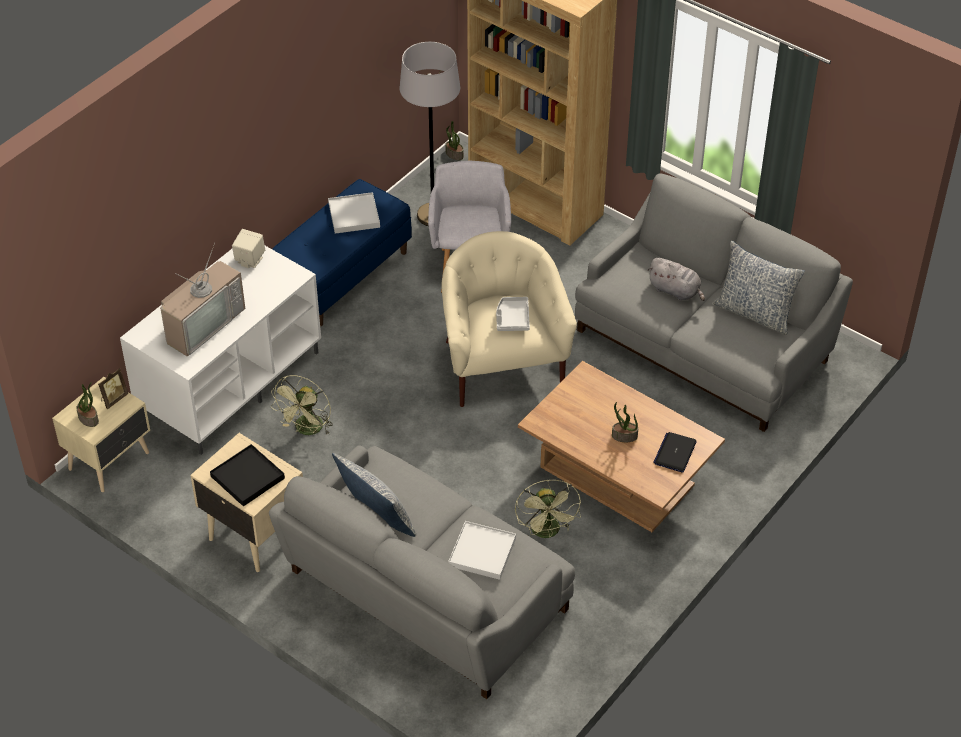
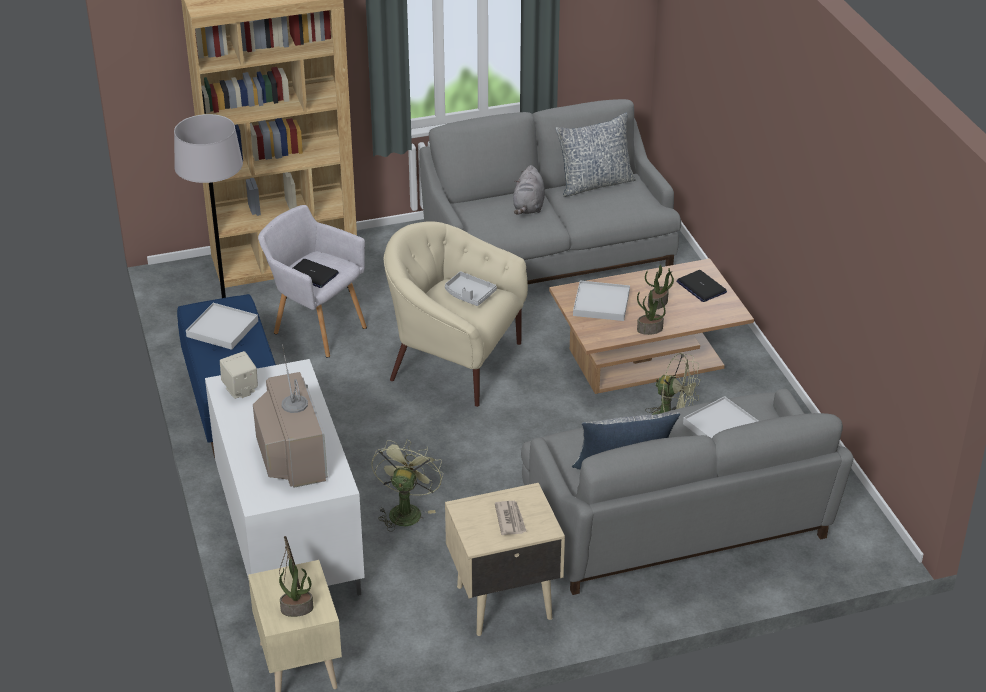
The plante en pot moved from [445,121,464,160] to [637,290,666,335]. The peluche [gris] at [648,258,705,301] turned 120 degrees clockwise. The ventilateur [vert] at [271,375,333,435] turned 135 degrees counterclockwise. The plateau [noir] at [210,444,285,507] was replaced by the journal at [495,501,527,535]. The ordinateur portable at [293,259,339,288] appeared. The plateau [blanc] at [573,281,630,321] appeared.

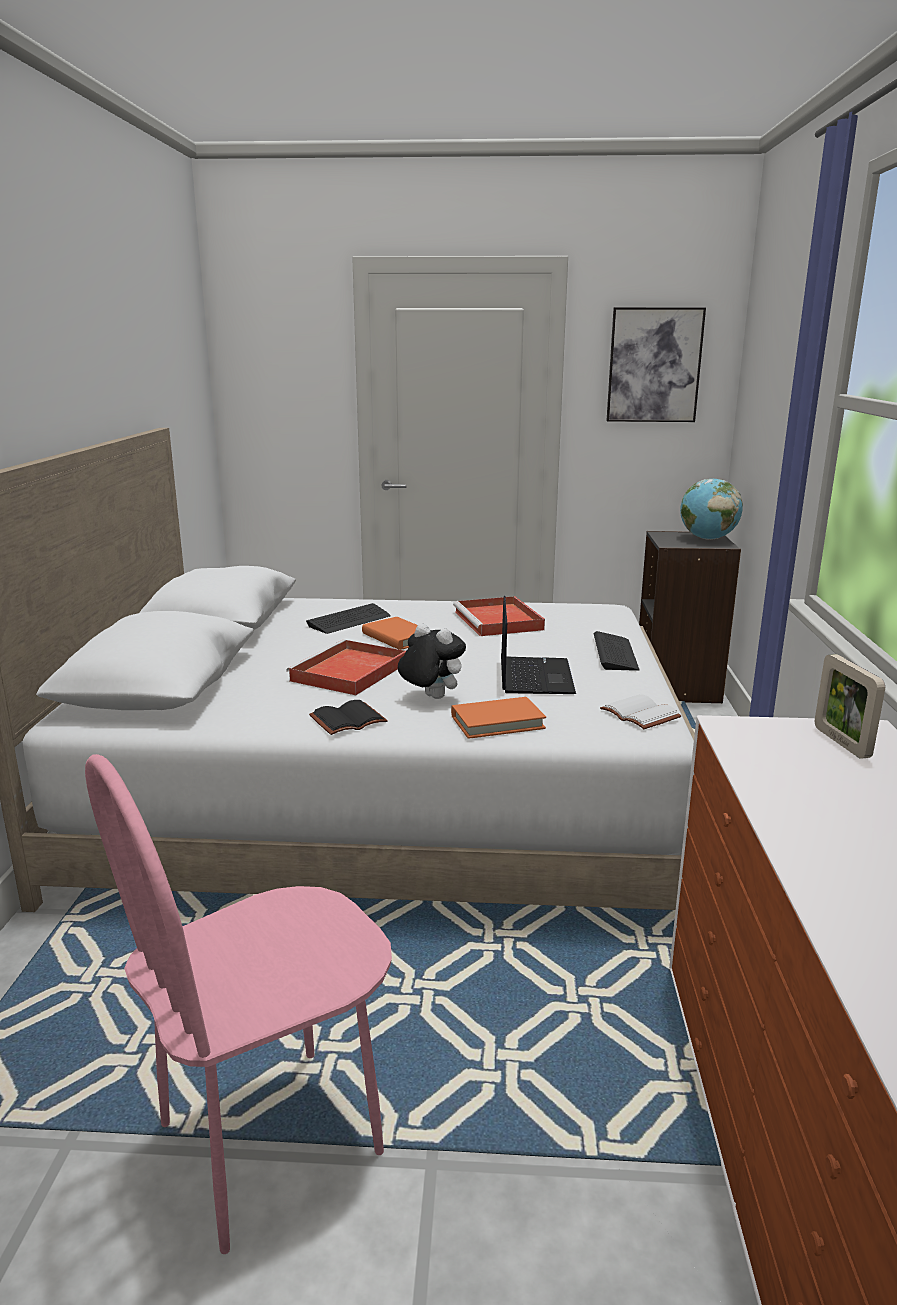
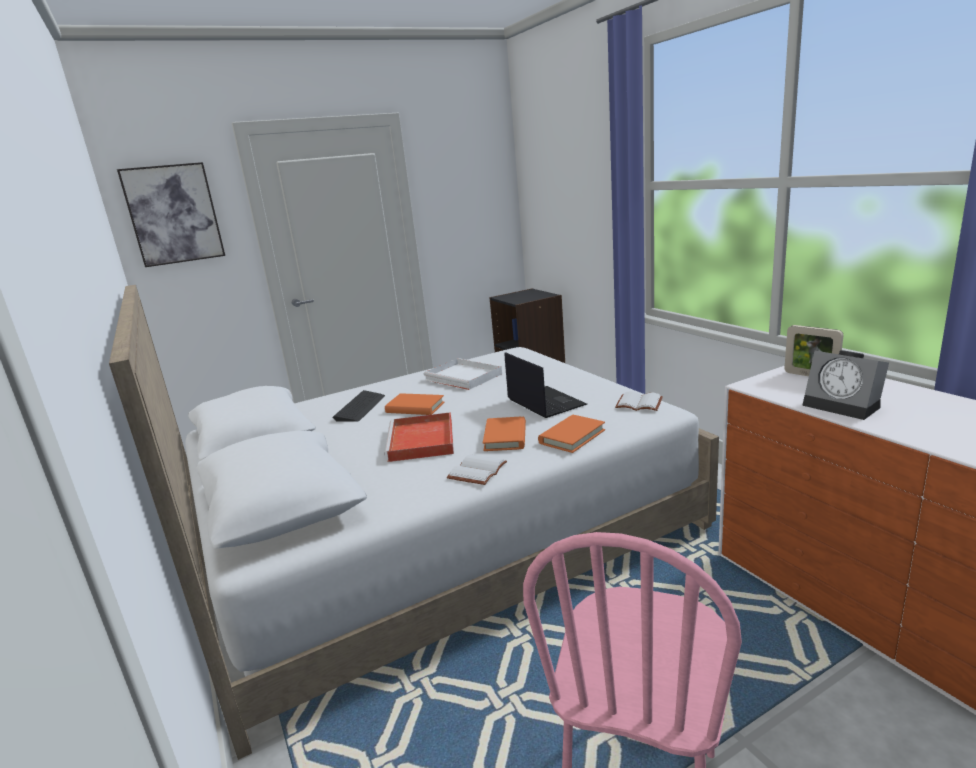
The tableau moved from [607,307,706,422] to [117,162,225,267]. The globe at [680,479,743,540] disappeared. The plateau [rouge] at [453,596,545,636] became the plateau [blanc] at [424,358,502,390]. The peluche at [398,623,466,699] was replaced by the livre [orange] at [483,417,526,451]. The clavier at [593,631,640,671] disappeared. The livre [noir] at [309,700,388,735] became the livre [blanc] at [447,454,507,485]. The réveil at [802,350,889,420] appeared.

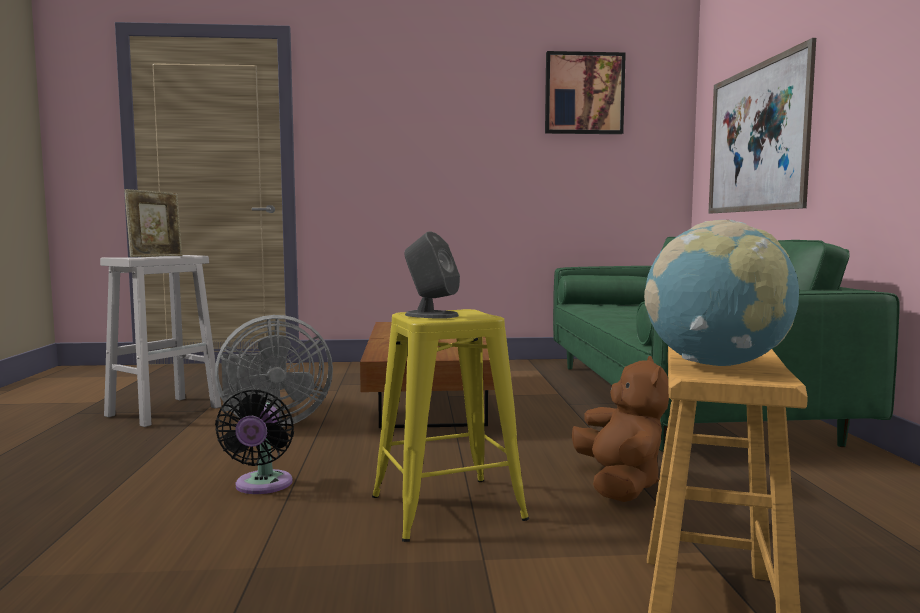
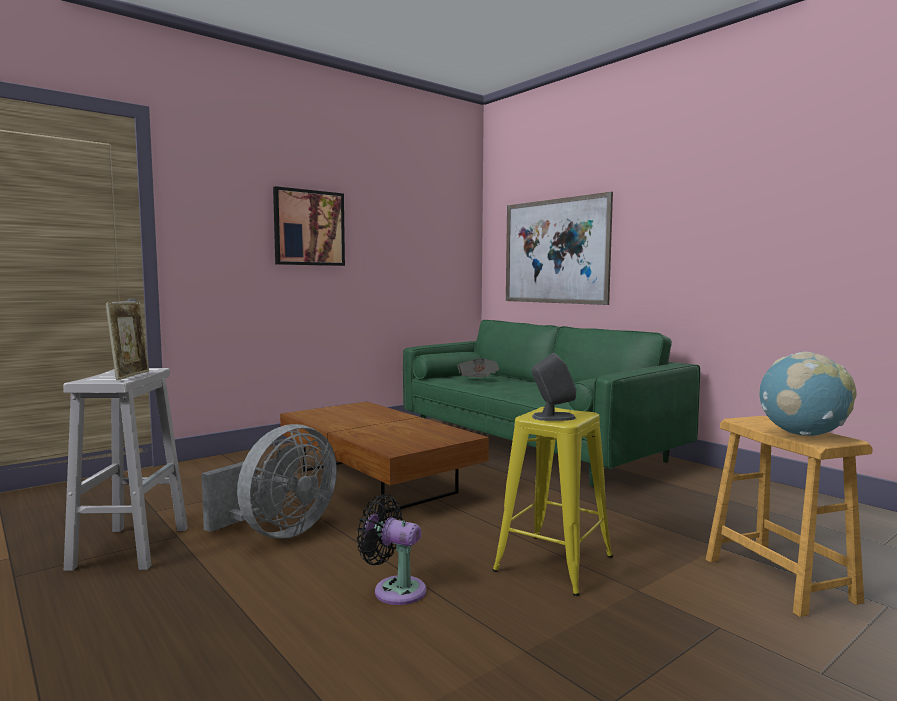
The tableau moved from [545,51,626,134] to [273,186,345,266]. The peluche [marron] at [572,356,669,502] disappeared. The ventilateur [noir] at [215,389,294,494] turned 150 degrees clockwise. The journal at [457,358,500,378] appeared.

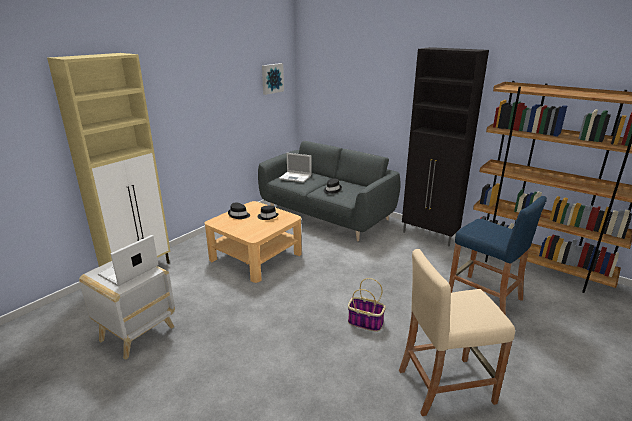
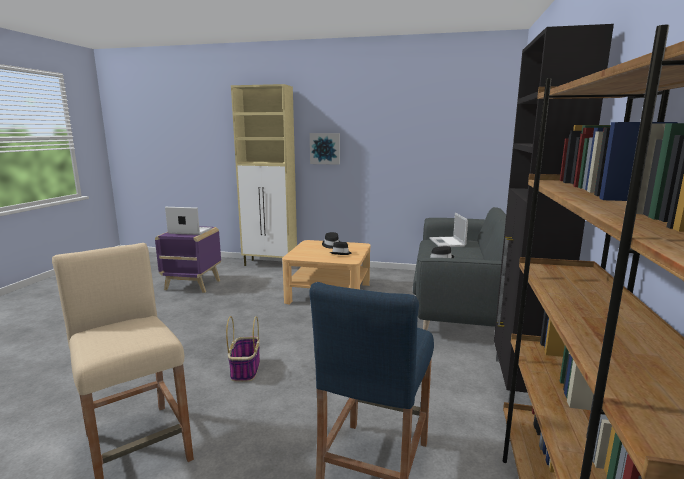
The tableau moved from [262,63,284,95] to [310,133,340,165]. The table d'appoint [blanc] at [79,261,175,360] became the table d'appoint [violet] at [155,226,221,293].

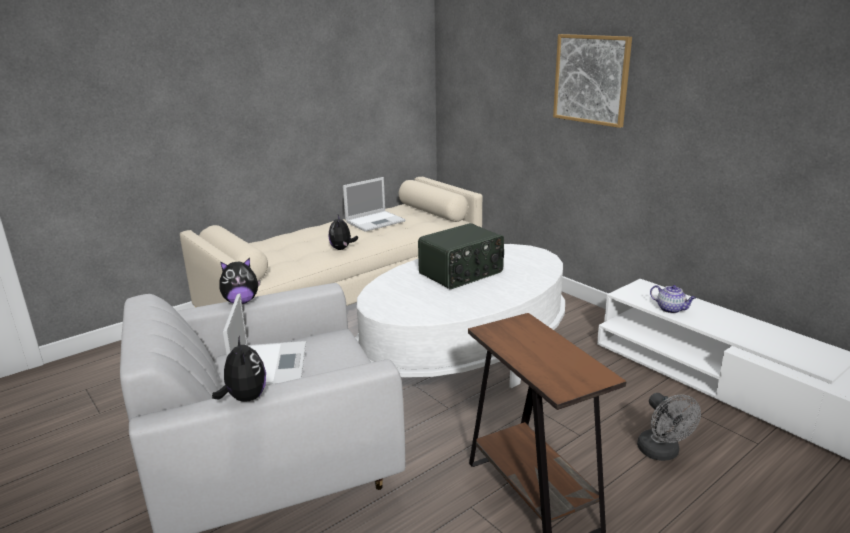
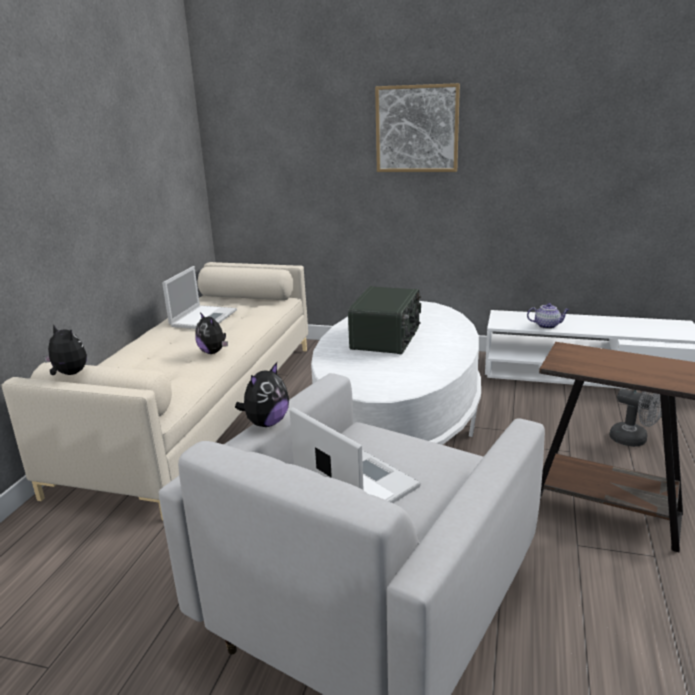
The peluche moved from [212,335,266,402] to [44,324,87,375].

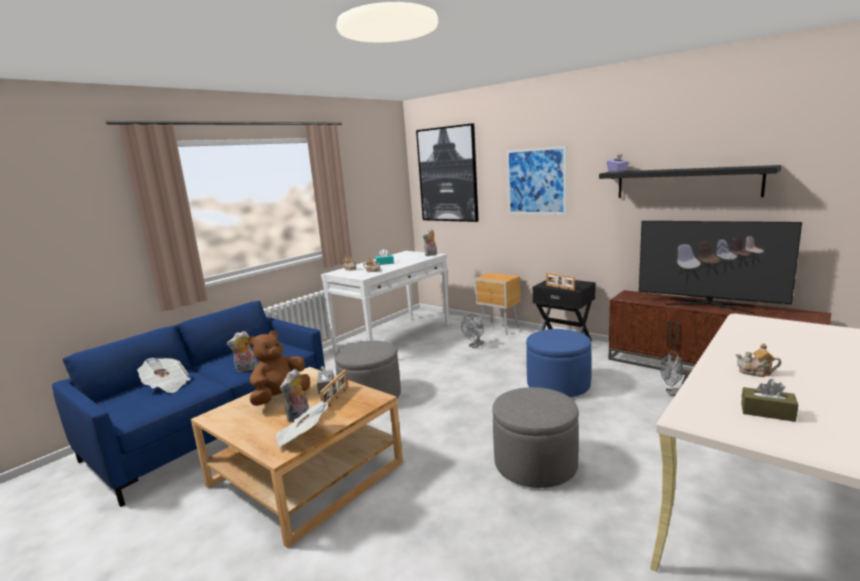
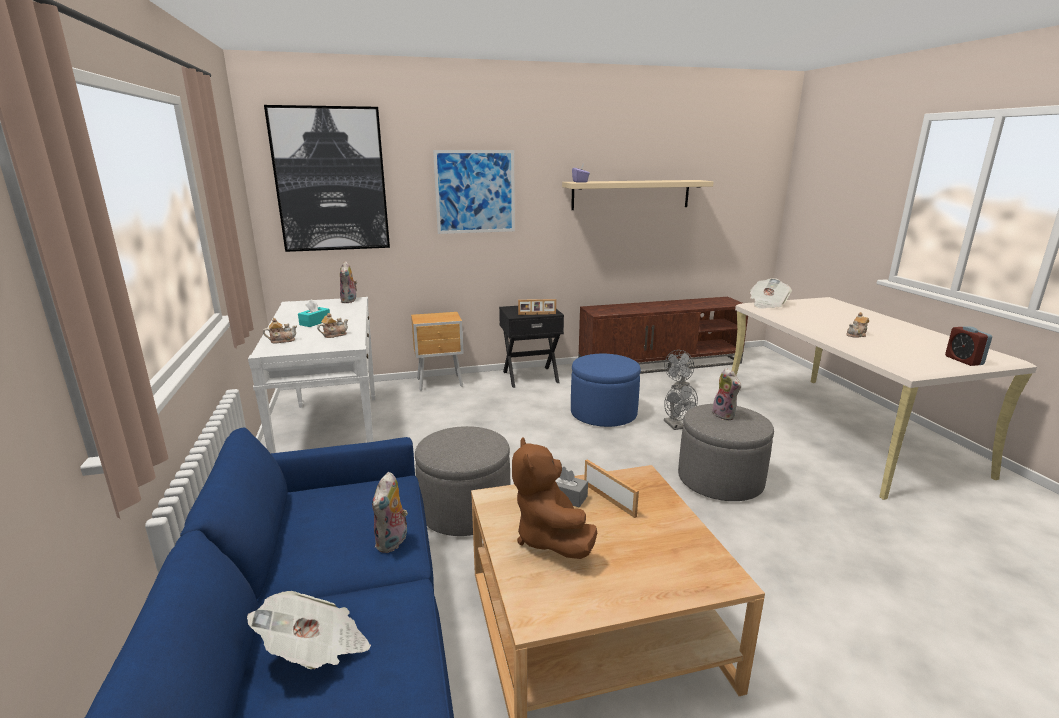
The étagère [noir] at [599,165,781,198] became the étagère [beige] at [562,180,714,210]. The téléviseur at [639,221,802,314] disappeared. The ventilateur [gris] moved from [461,314,484,348] to [664,384,698,430]. The peluche moved from [280,369,309,422] to [712,368,741,420]. The boîte à mouchoirs [marron] at [741,379,798,422] disappeared. The journal moved from [275,401,328,448] to [750,278,792,309]. The réveil at [945,326,992,366] appeared.

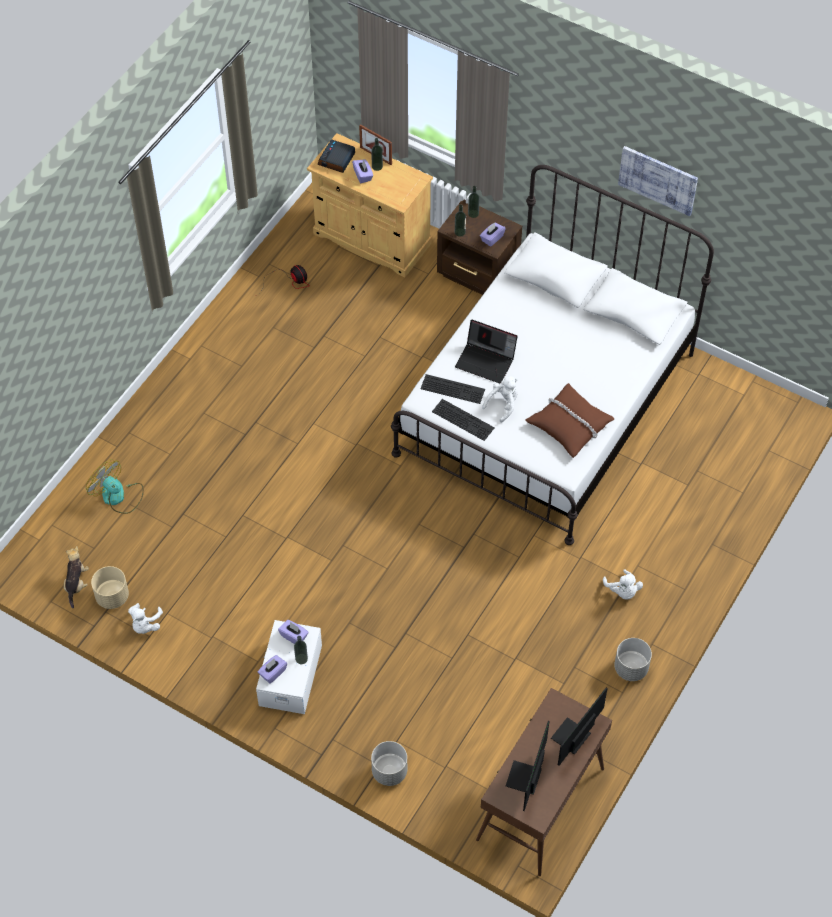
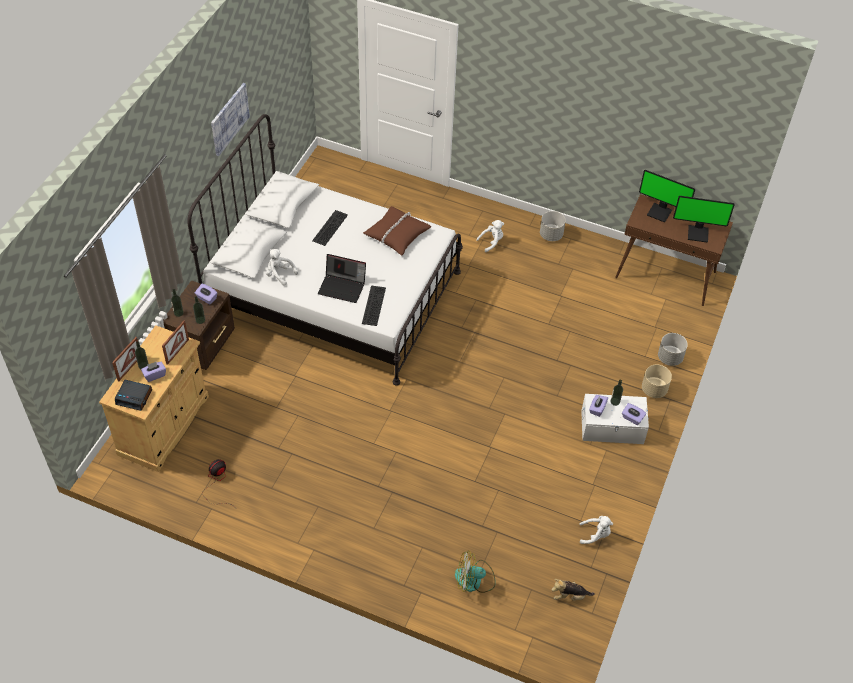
The ordinateur portable at [455,320,518,384] turned 90 degrees clockwise. The peluche [blanc] moved from [482,376,518,423] to [266,249,298,286]. The clavier moved from [432,399,495,441] to [312,210,348,246]. The ventilateur at [86,459,144,514] turned 60 degrees clockwise. The cache-pot [beige] moved from [91,566,129,609] to [642,365,672,398]. The cadre photo at [162,321,189,365] appeared.

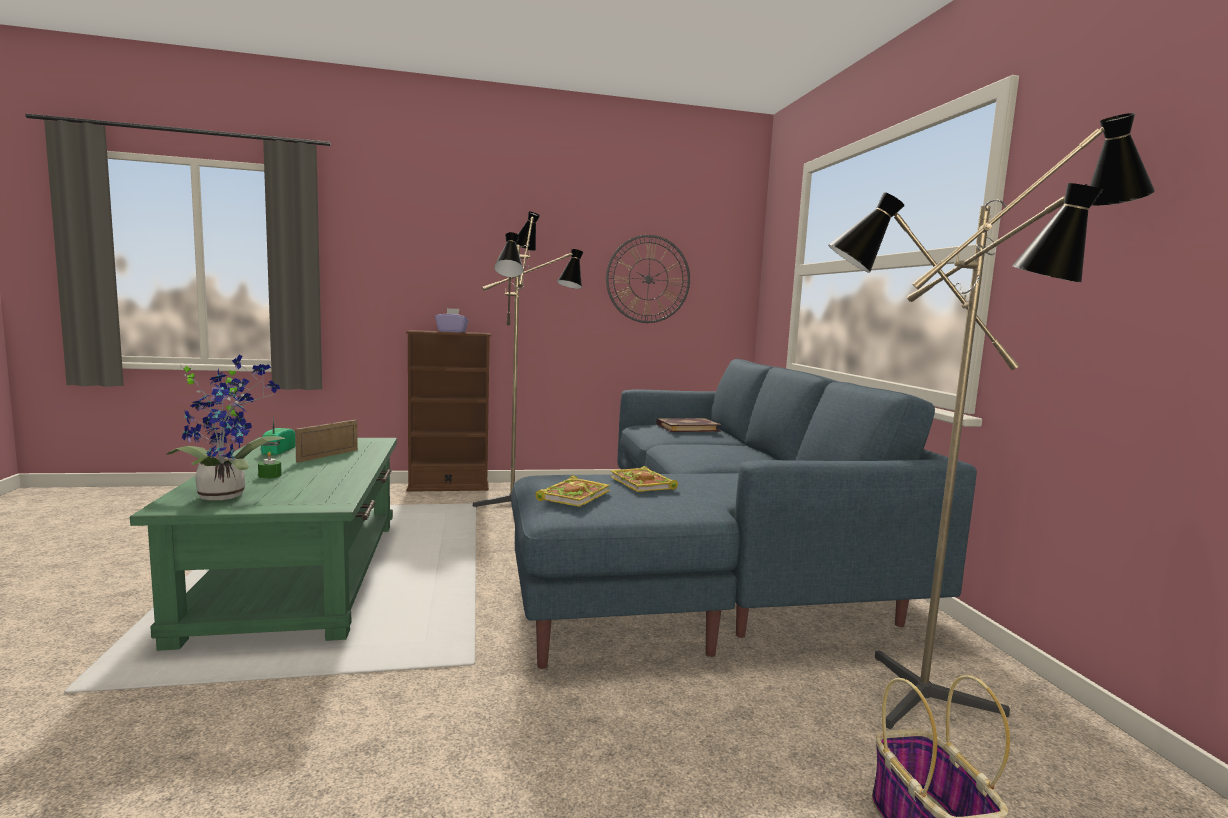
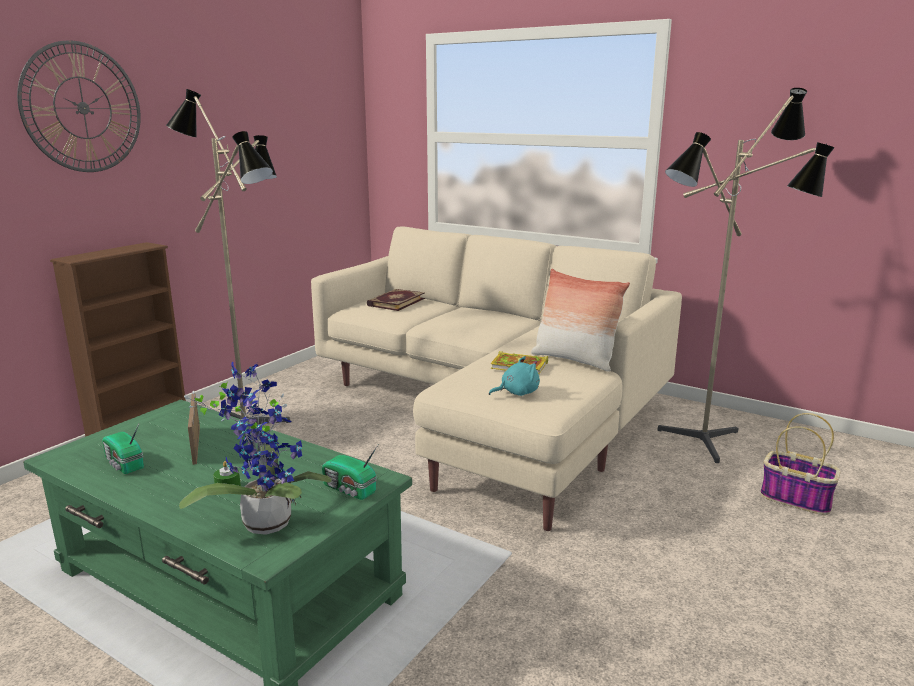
The horloge murale moved from [606,235,690,323] to [17,41,141,172]. The boîte à mouchoirs [violet] at [435,308,469,332] disappeared. The canapé [bleu] at [511,359,977,669] became the canapé [beige] at [311,226,682,531]. The livre at [536,475,610,507] was replaced by the peluche [turquoise] at [489,356,540,396]. The coussin at [531,268,630,372] appeared. The radio at [322,445,378,500] appeared.

